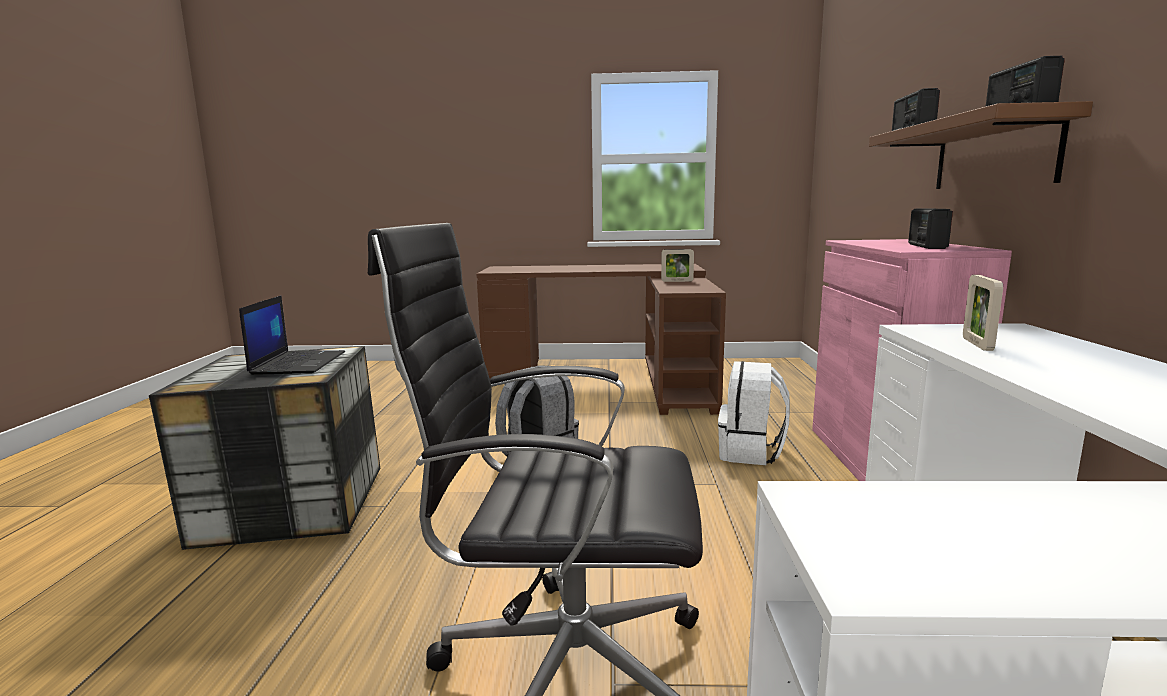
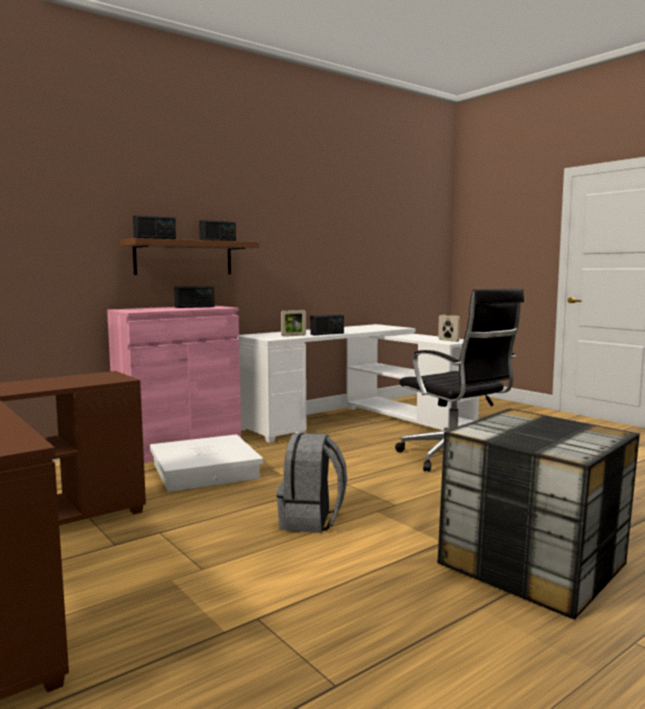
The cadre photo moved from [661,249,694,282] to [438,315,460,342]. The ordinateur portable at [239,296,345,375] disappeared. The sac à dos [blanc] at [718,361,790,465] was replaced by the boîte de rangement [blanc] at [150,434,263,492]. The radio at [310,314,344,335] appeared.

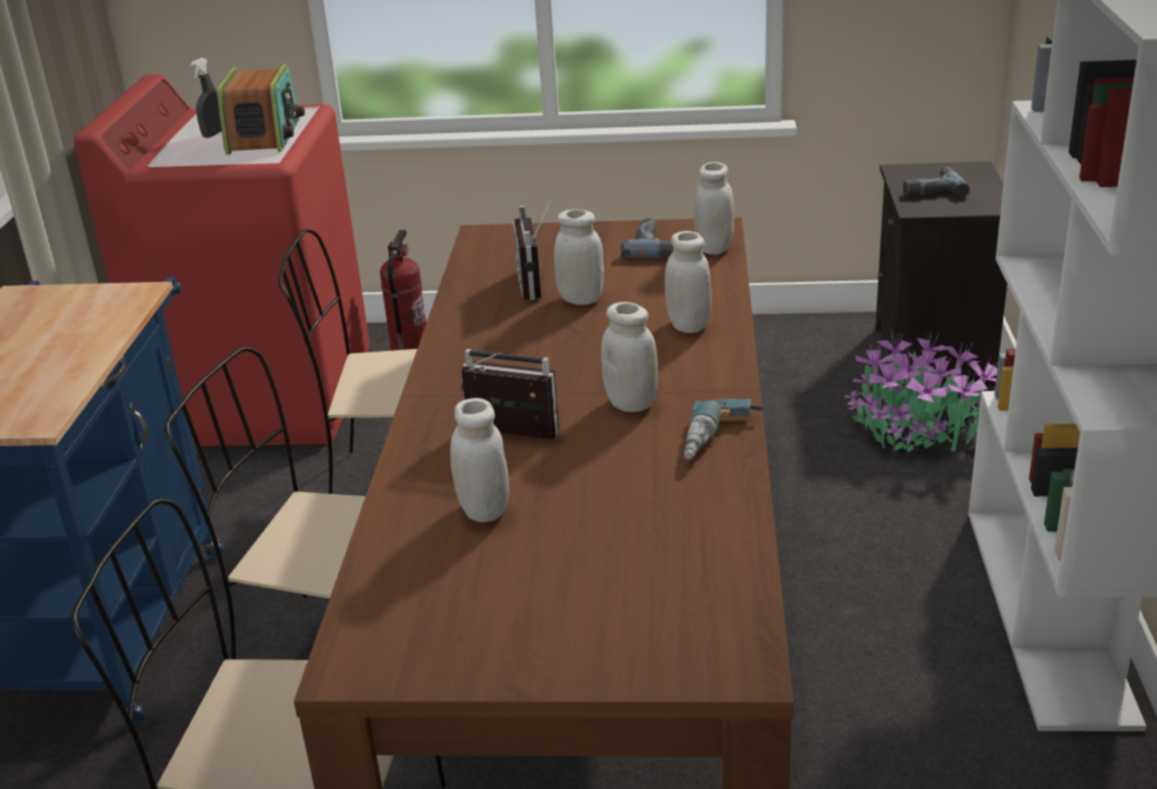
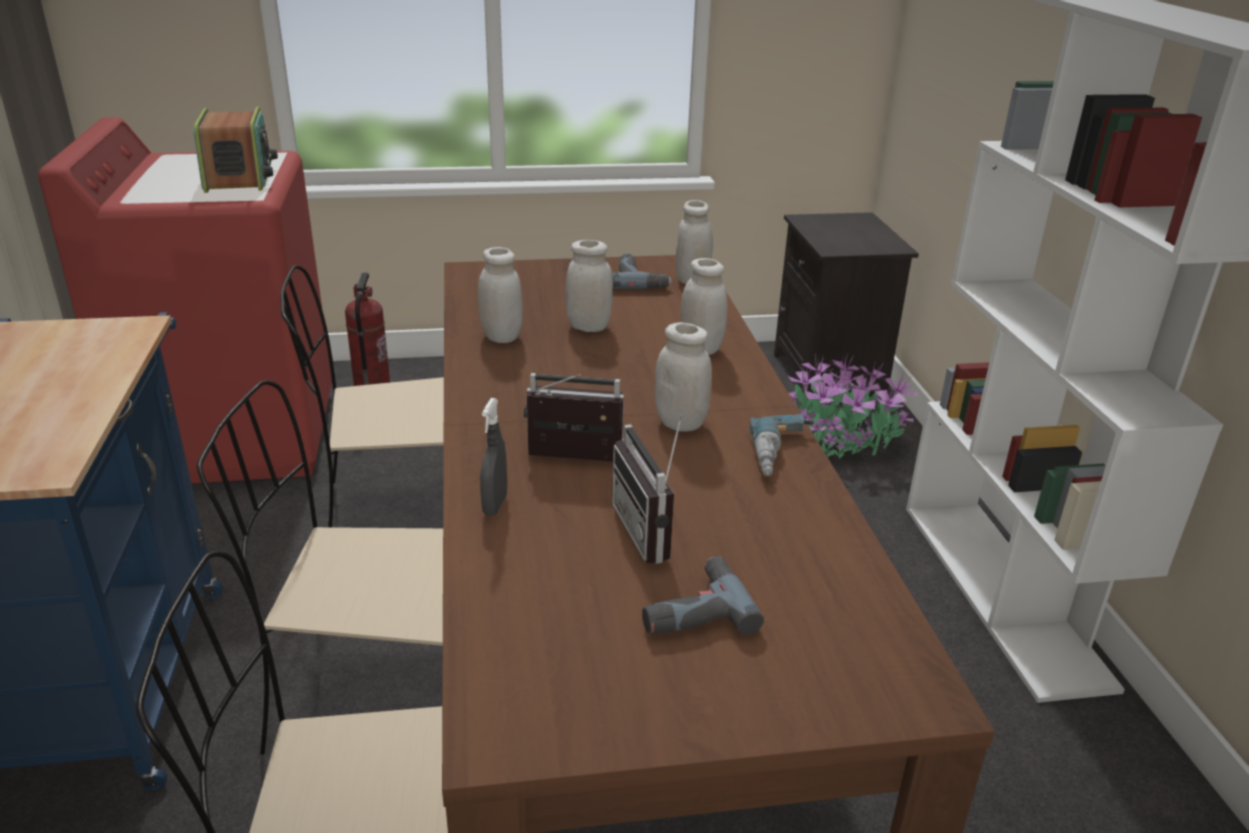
The vaporisateur [gris] moved from [190,58,222,138] to [480,398,507,516]. The perceuse moved from [903,166,970,197] to [642,557,764,635]. The radio moved from [513,195,553,300] to [612,414,682,564]. The bocal [blanc] moved from [450,398,509,522] to [478,247,523,343].

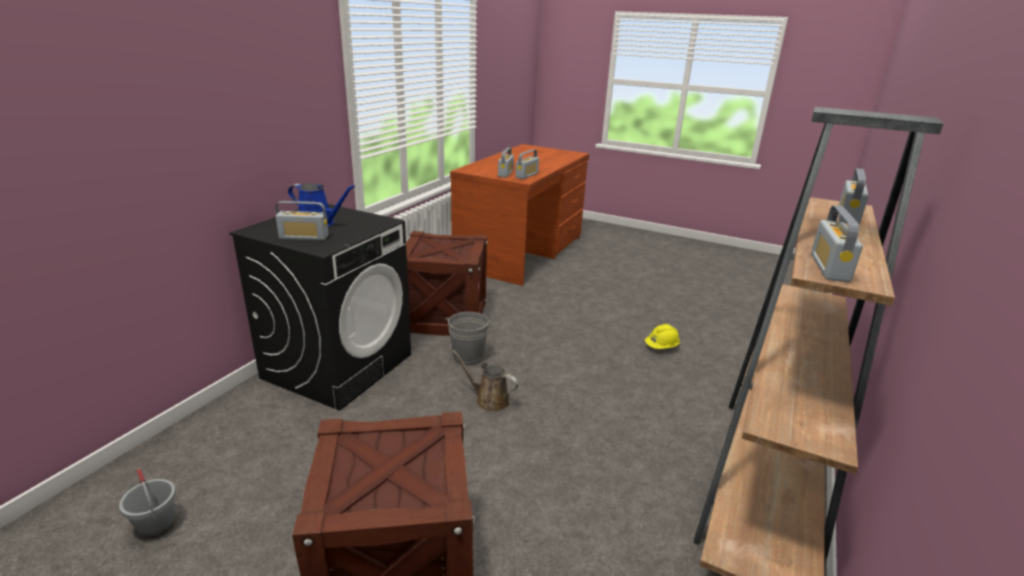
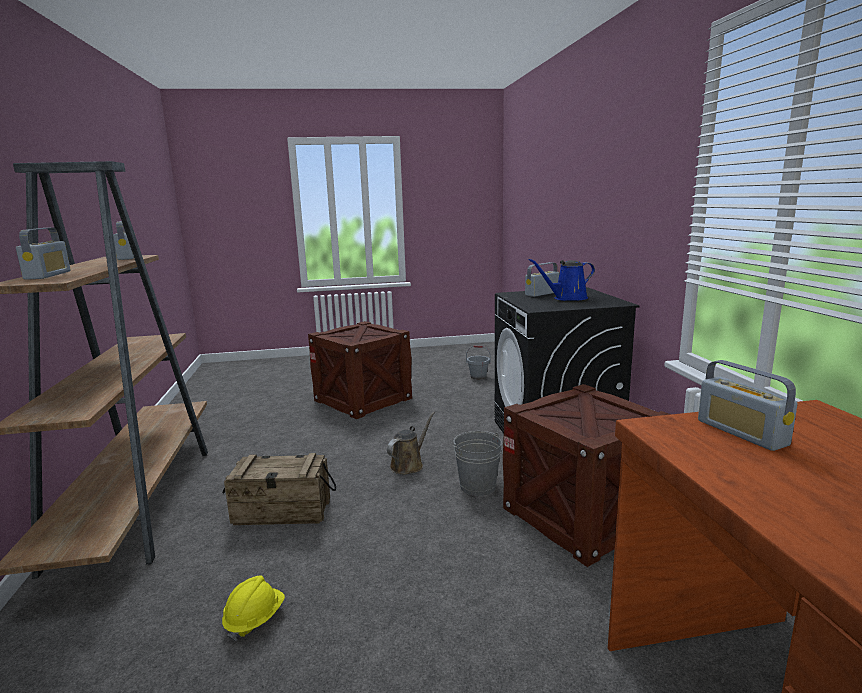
The radio at [515,150,539,179] disappeared. The arrosoir [marron] at [452,350,518,412] turned 45 degrees counterclockwise. The caisse at [223,453,336,525] appeared.

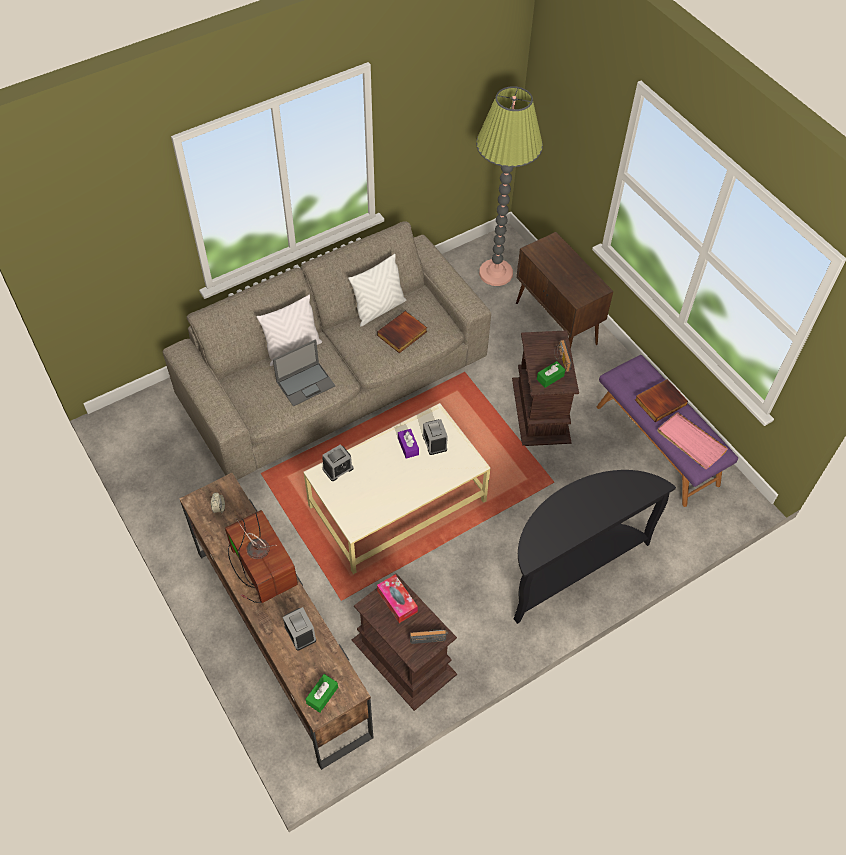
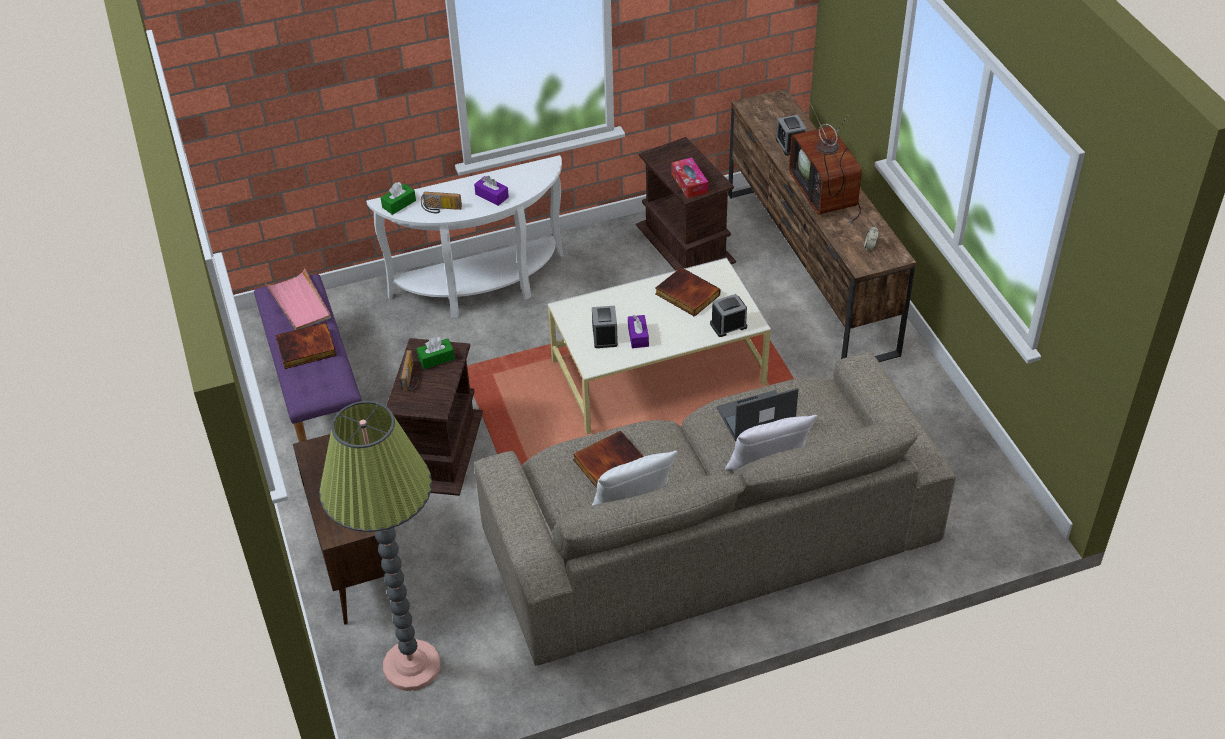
The table console [noir] at [513,470,676,624] became the table console [blanc] at [366,155,564,318]. The radio moved from [410,629,449,644] to [421,192,462,213]. The boîte à mouchoirs [vert] moved from [306,674,338,713] to [381,182,416,215]. The boîte à mouchoirs [violet] at [474,176,509,206] appeared. The livre at [655,267,720,317] appeared.

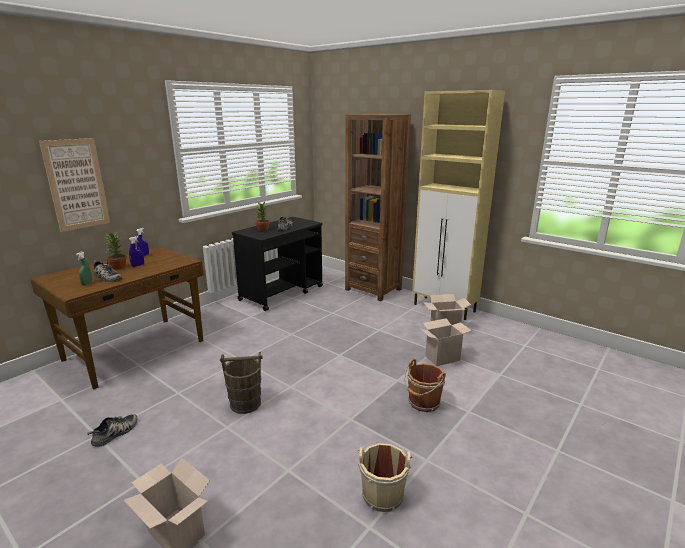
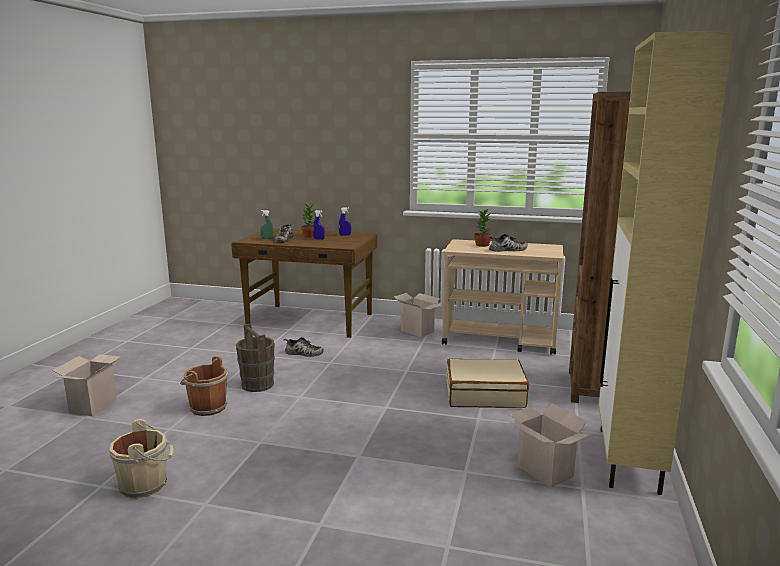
The tableau at [39,138,110,232] disappeared. The chariot [noir] at [232,217,323,311] became the chariot [beige] at [442,239,564,355]. The carton moved from [419,318,472,366] to [394,293,441,337]. The seau [marron] moved from [404,359,446,412] to [180,356,228,416]. The chaussure moved from [87,414,138,447] to [283,337,323,357]. The valise [beige] at [446,359,529,408] appeared.

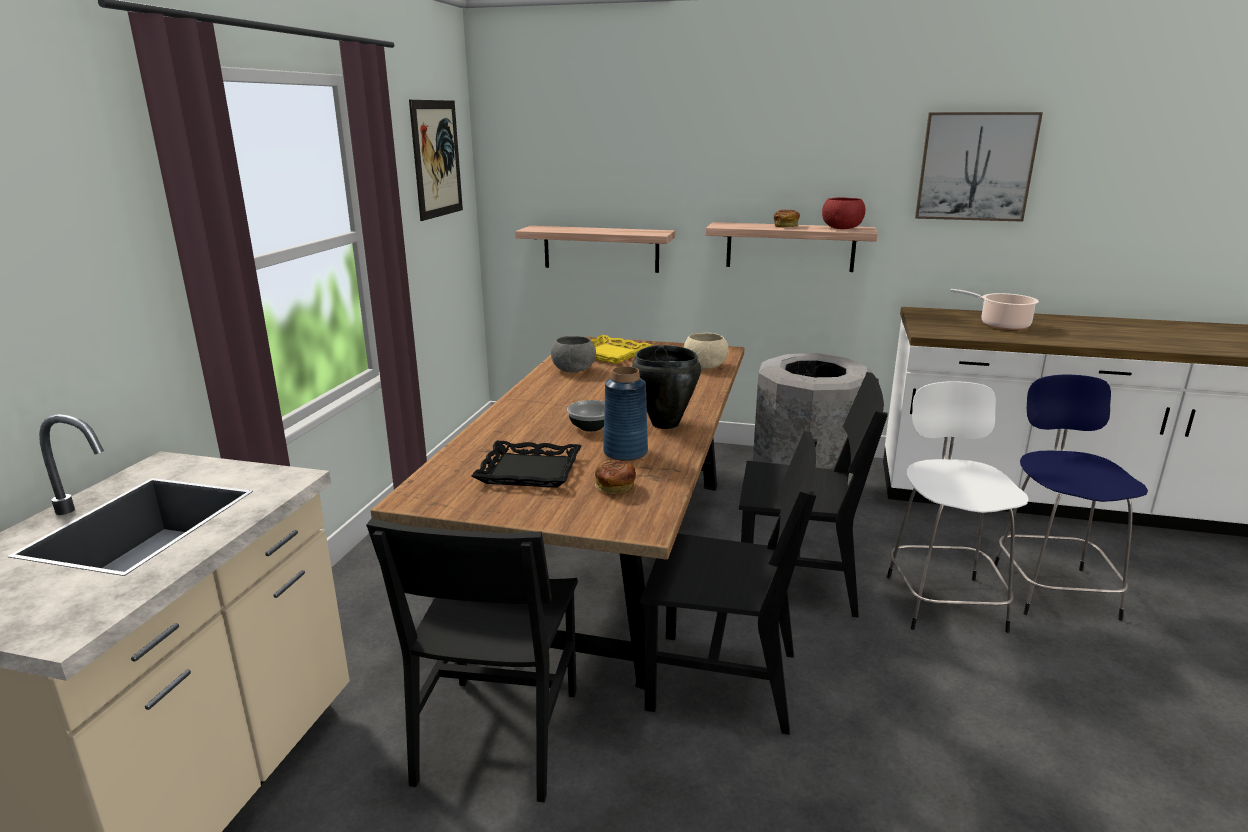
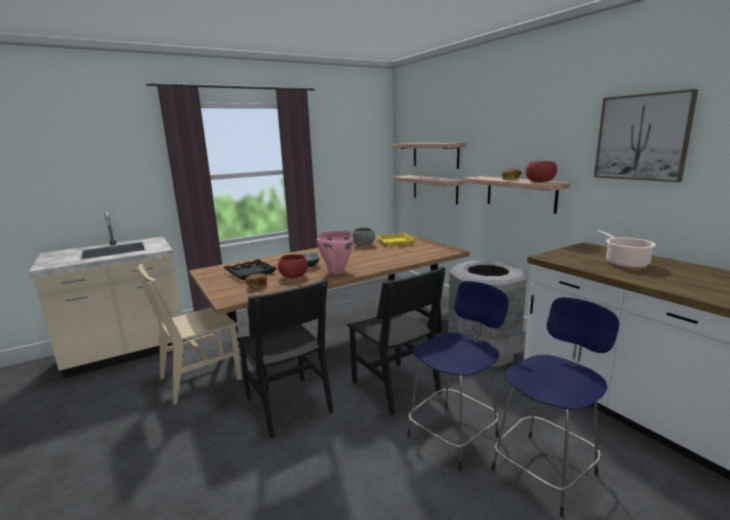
The tableau at [409,100,463,221] disappeared. The bol [beige] at [684,333,728,369] disappeared. The marmite [noir] at [632,345,701,429] became the marmite [rose] at [316,231,354,274]. The vase [bleu] at [603,366,648,461] was replaced by the bol [rouge] at [278,254,308,279]. The tabouret [blanc] at [887,381,1029,633] became the tabouret [bleu] at [407,281,509,471]. The chaise [noir] at [366,519,578,802] became the chaise [beige] at [136,264,242,405]. The étagère at [392,143,466,169] appeared.

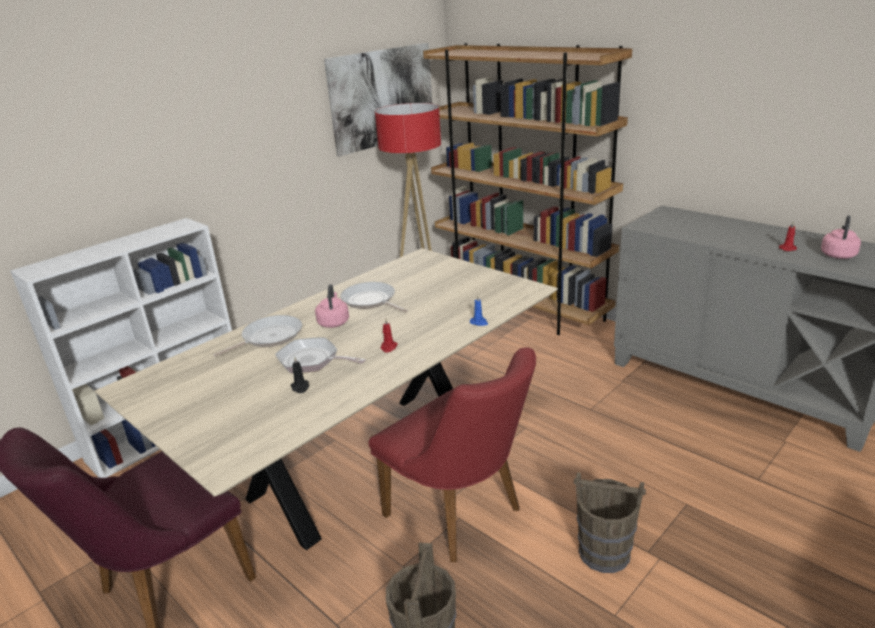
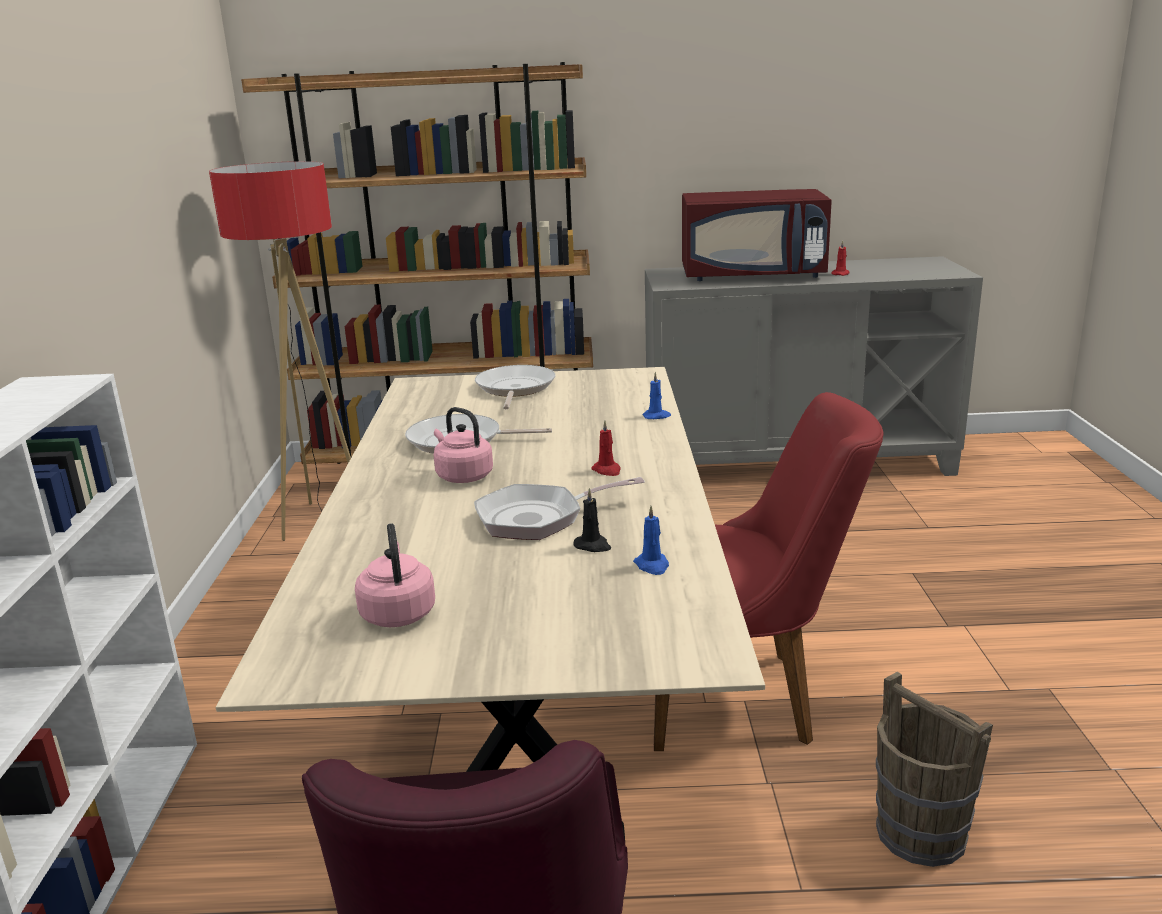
The tableau at [324,43,432,157] disappeared. The bouilloire [rose] moved from [821,215,861,259] to [355,523,435,627]. The poêle moved from [213,315,302,357] to [475,365,555,409]. The seau [marron] at [574,472,646,573] disappeared. The micro-ondes [rouge] at [682,189,832,281] appeared. The bougie [bleu] at [633,506,669,575] appeared.

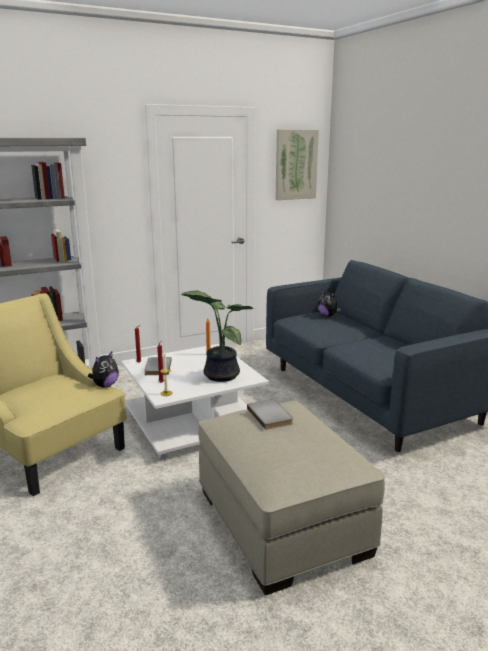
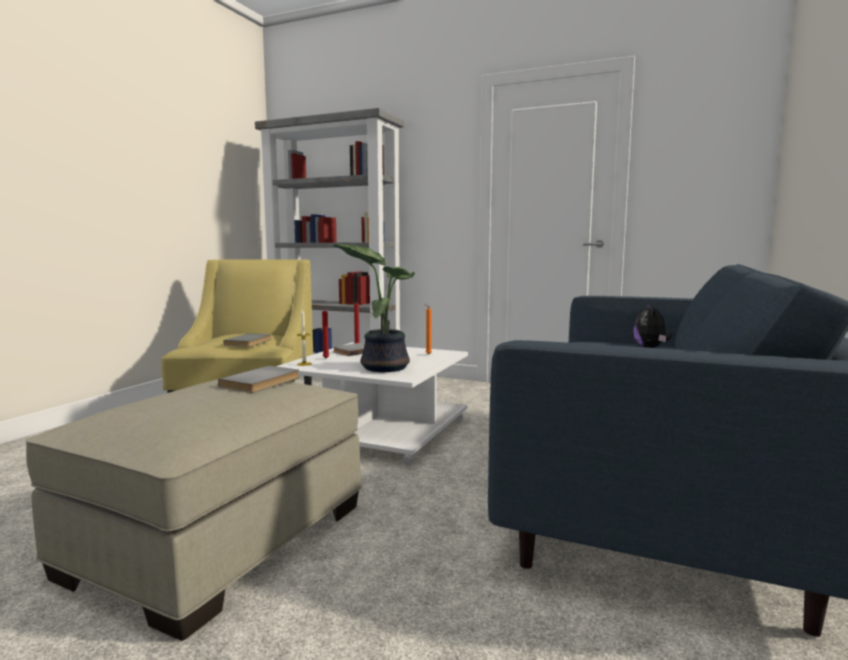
The tableau at [275,130,319,200] disappeared. The peluche at [88,351,119,388] disappeared. The livre [gris] at [224,333,271,347] appeared.

